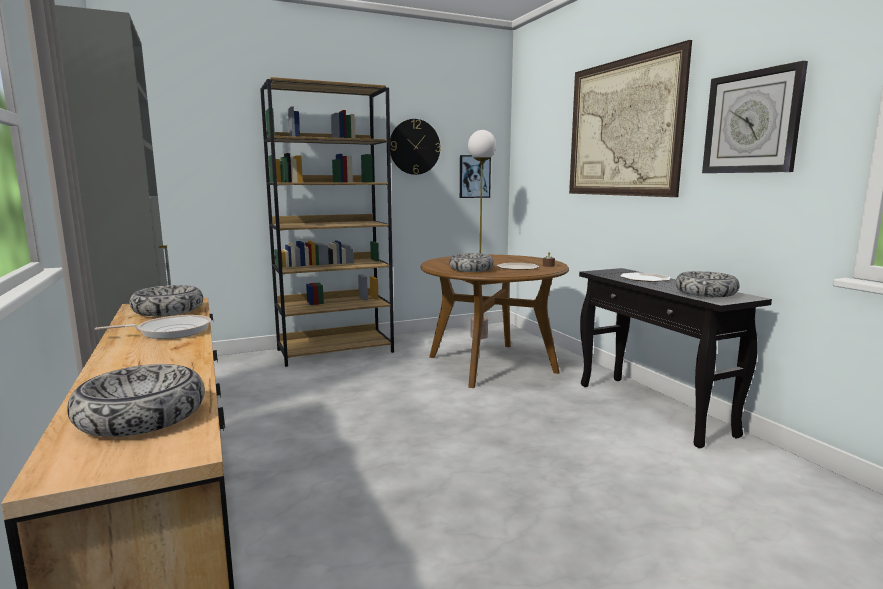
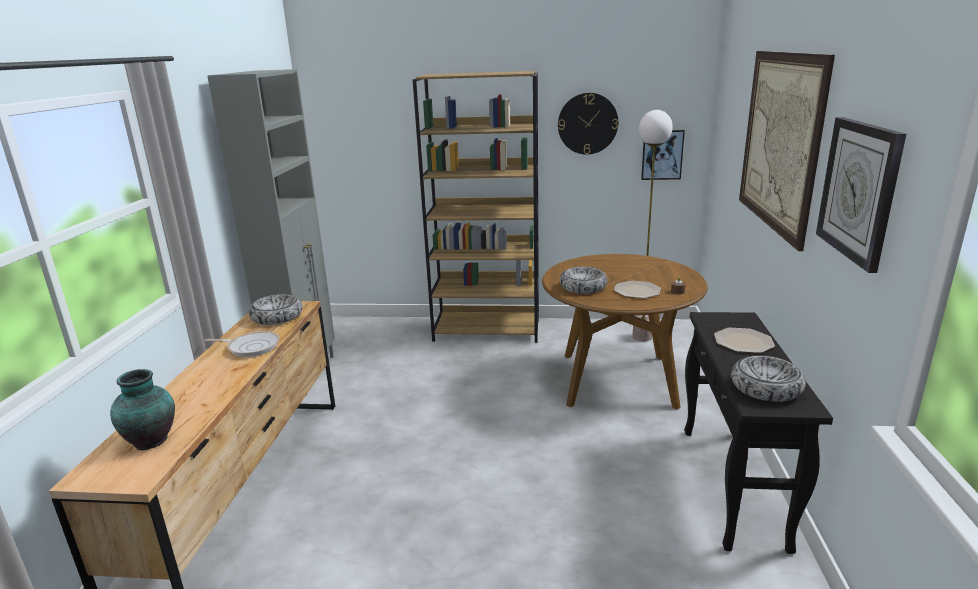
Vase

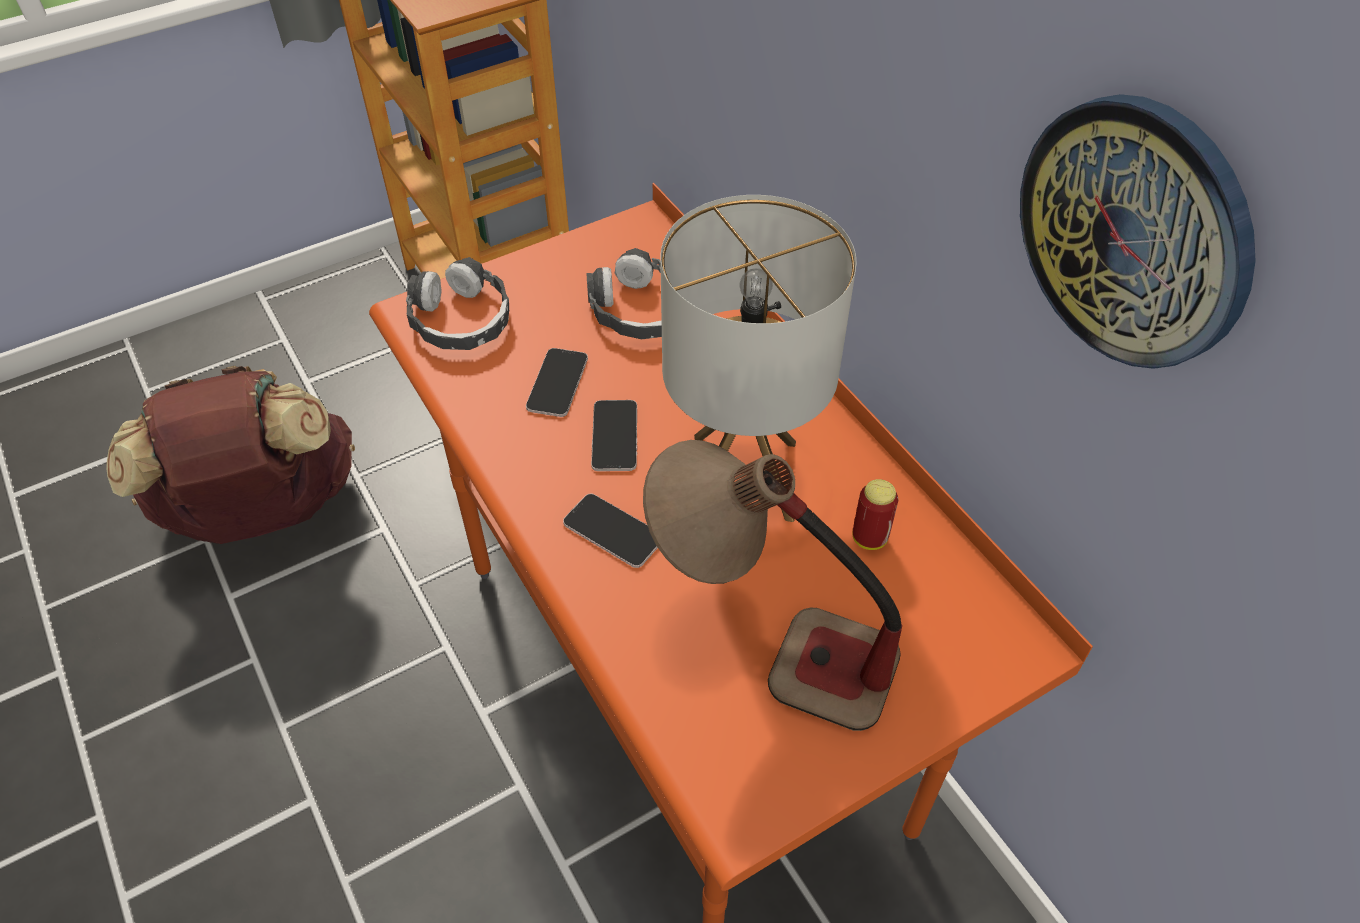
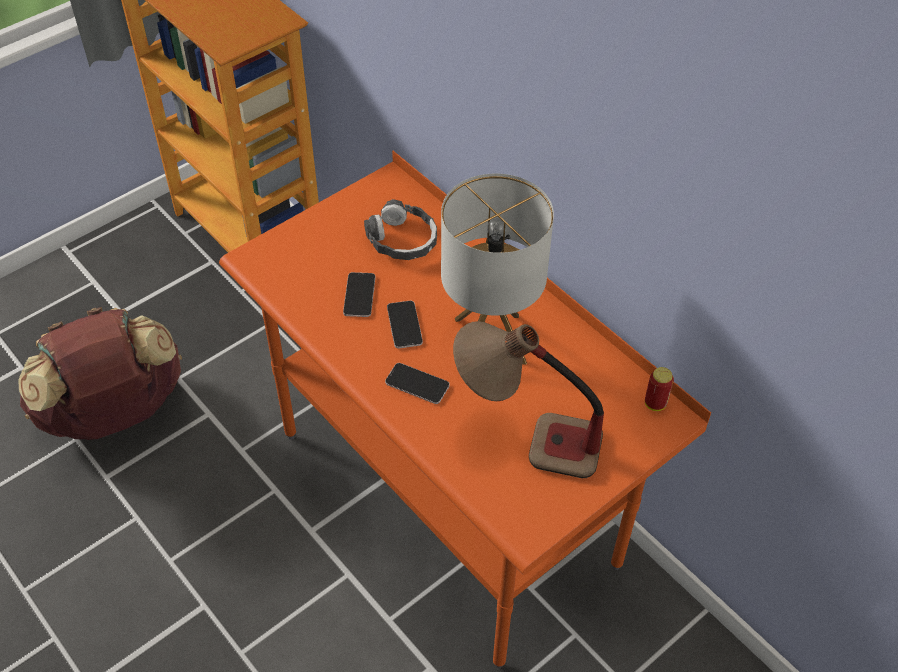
WallClock
Headphones (1st from left in the first image)
Can

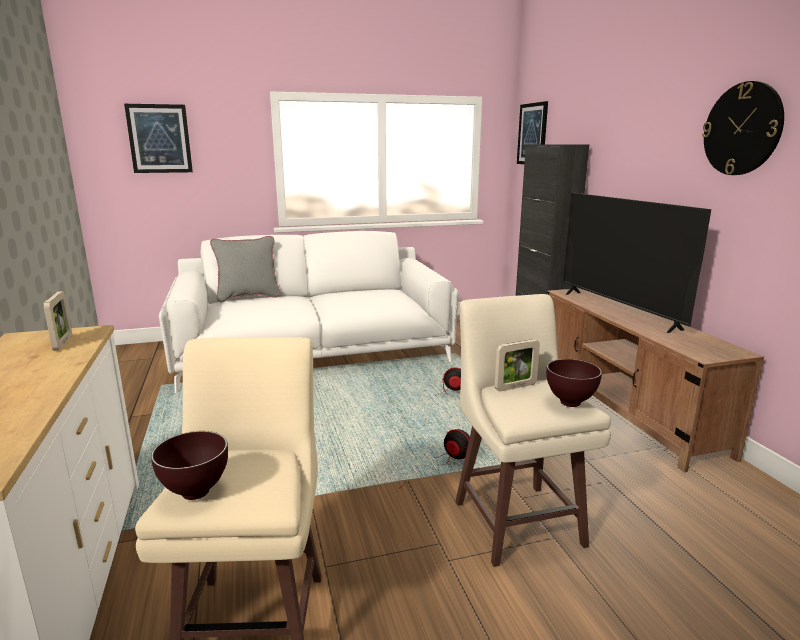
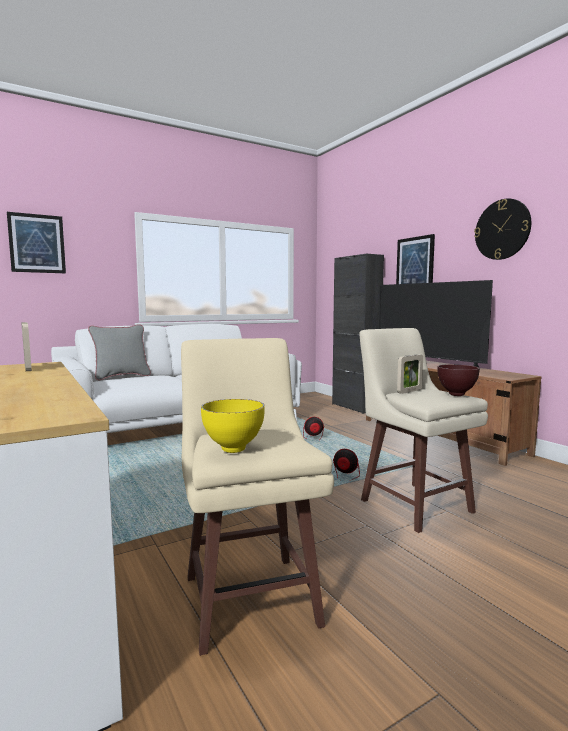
Picture (2nd from left)
YellowBowl

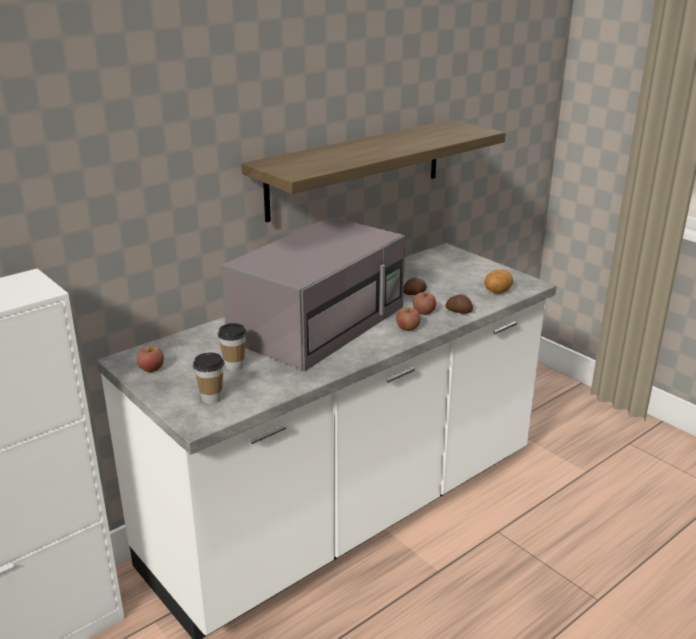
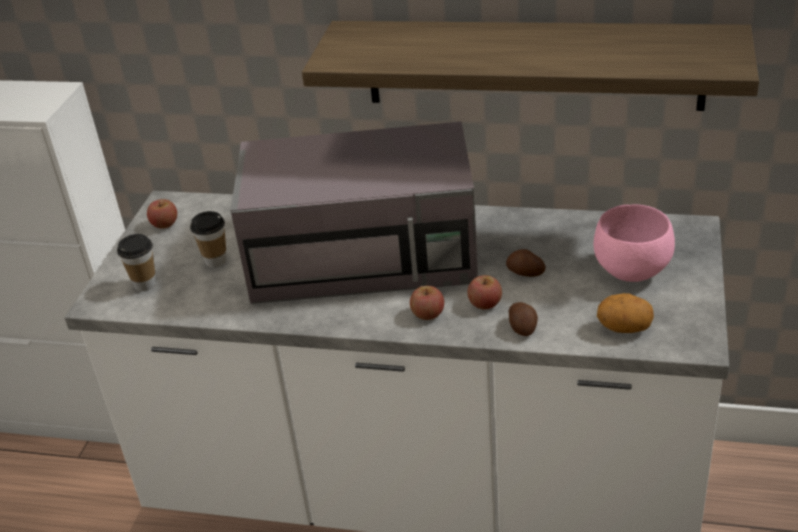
PinkBowl

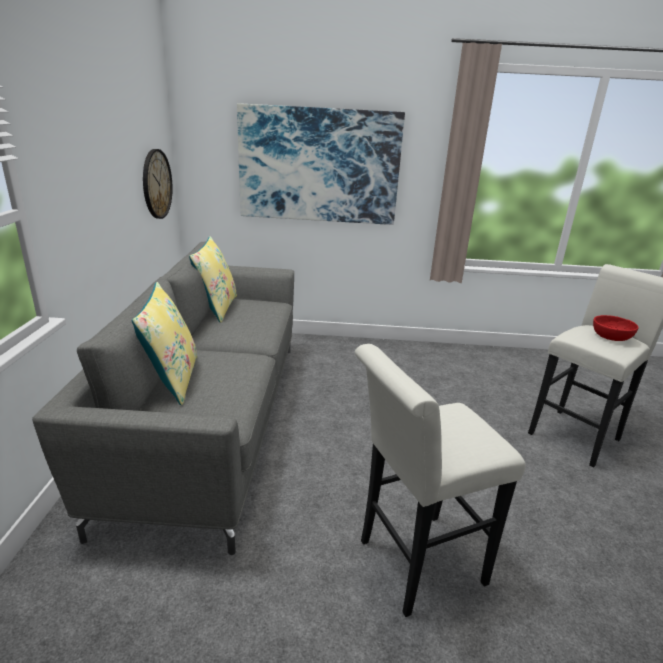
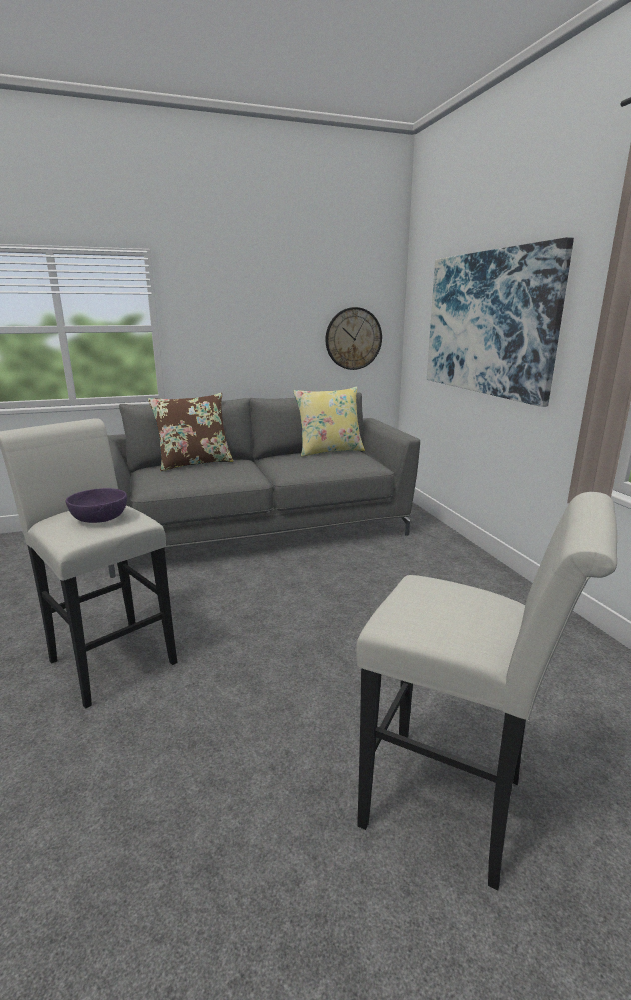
BrownPillow
RedBowl
PurpleBowl

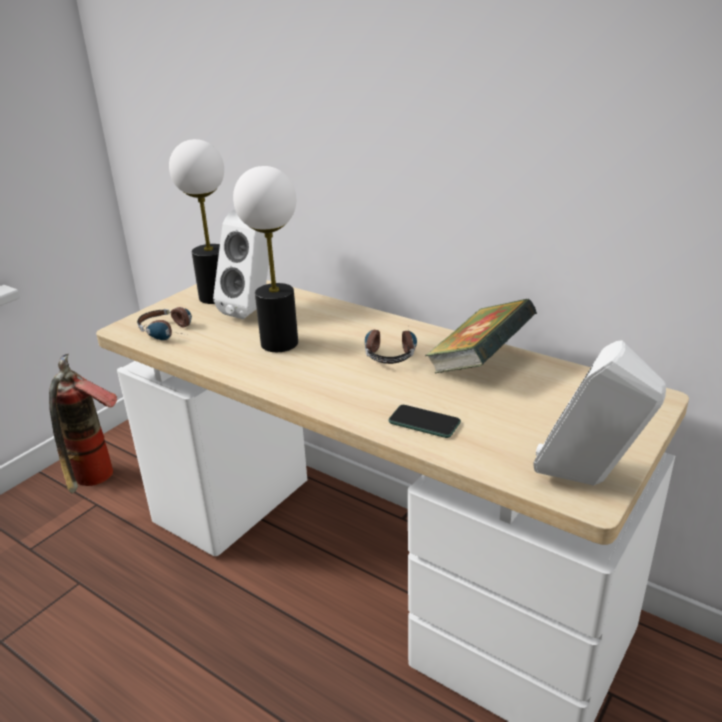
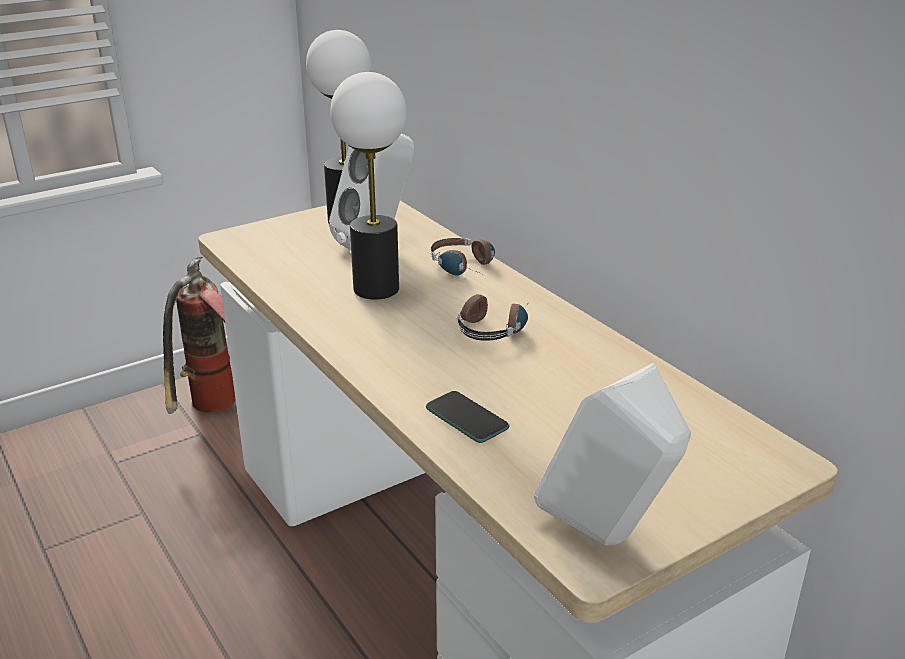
Book
Headphones (1st from left)

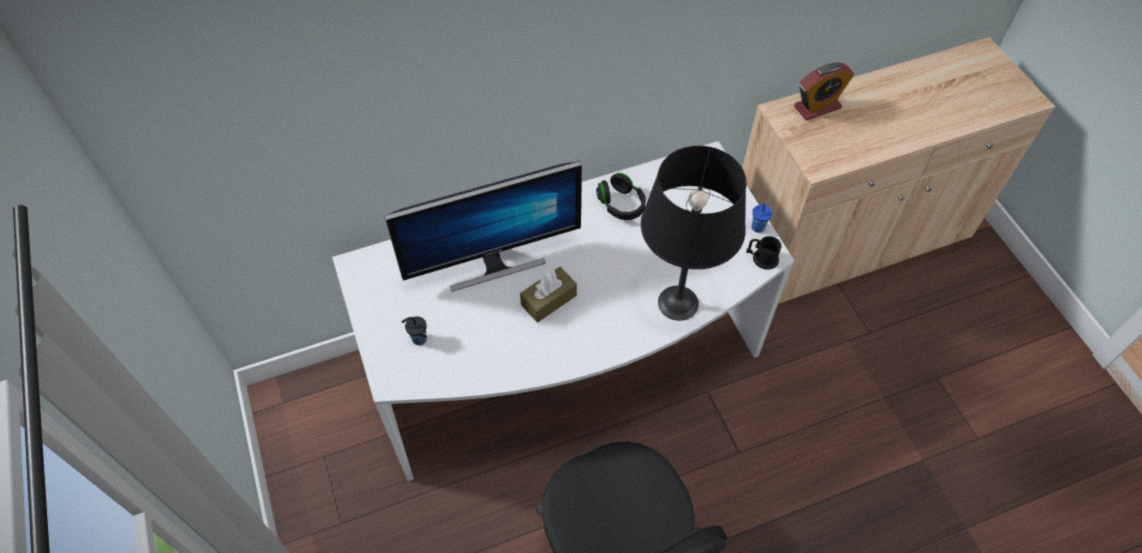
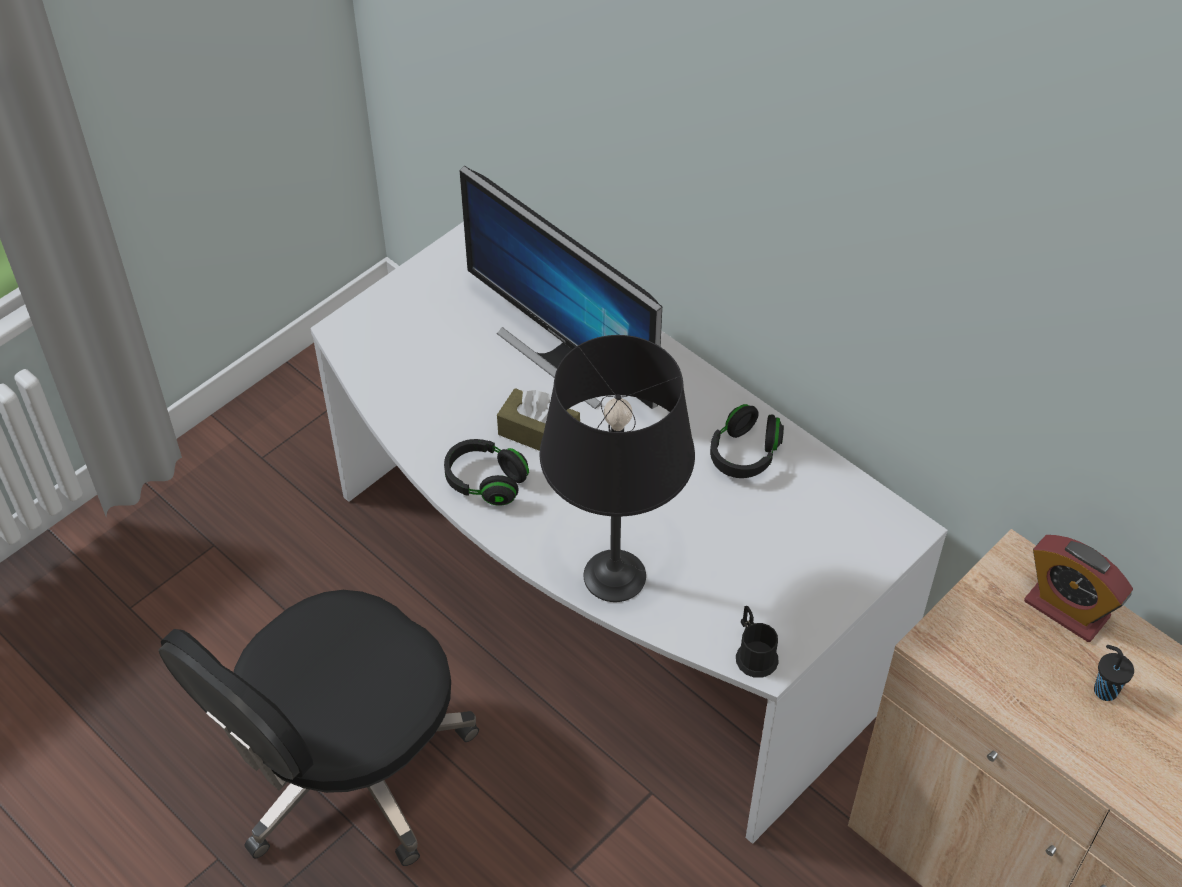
BlueCup
BlackCup
BlackHeadphones (1st from left)

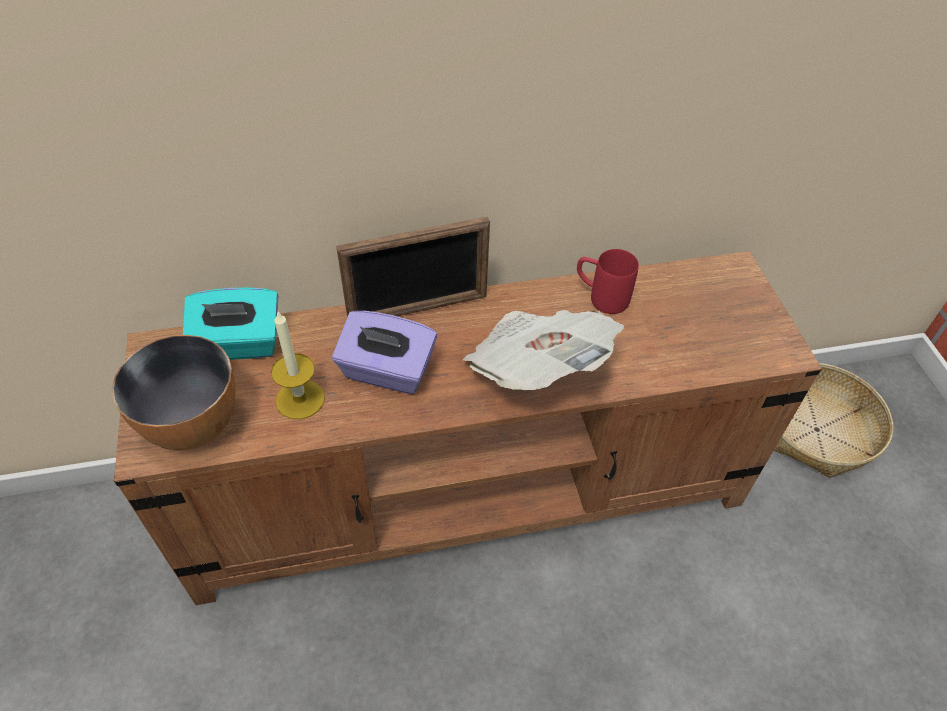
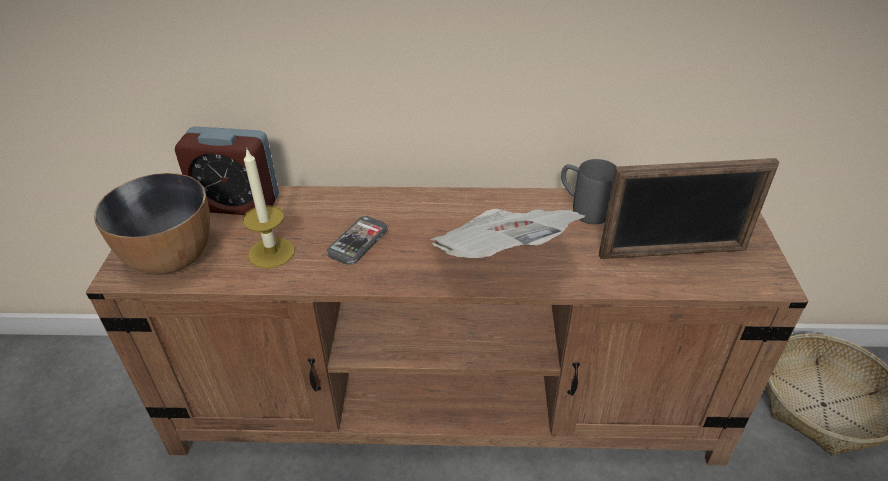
PictureFrame
GreyMug
AlarmClock
Phone

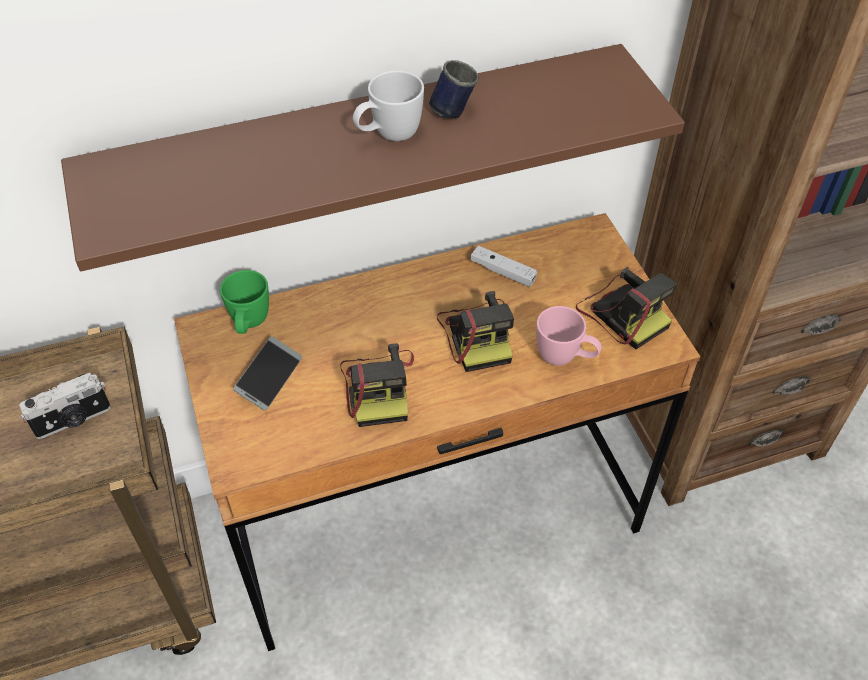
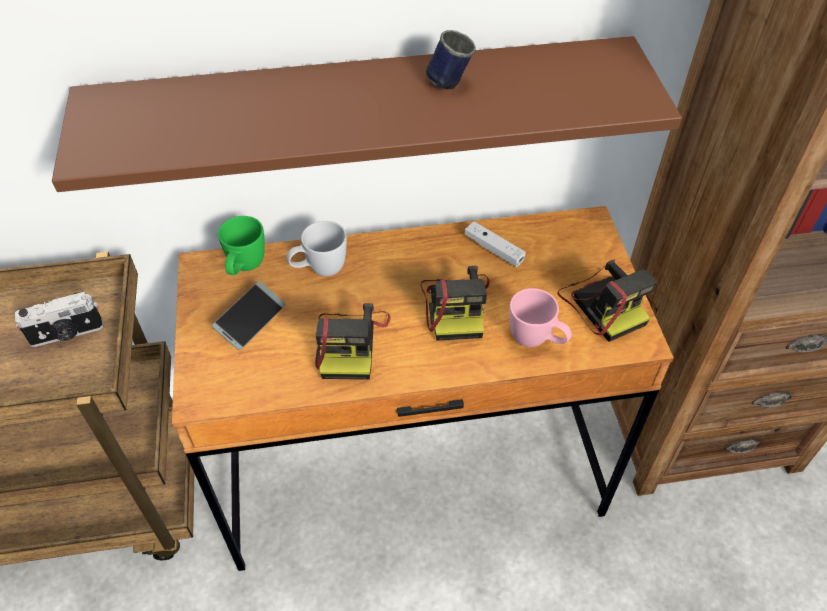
WhiteMug

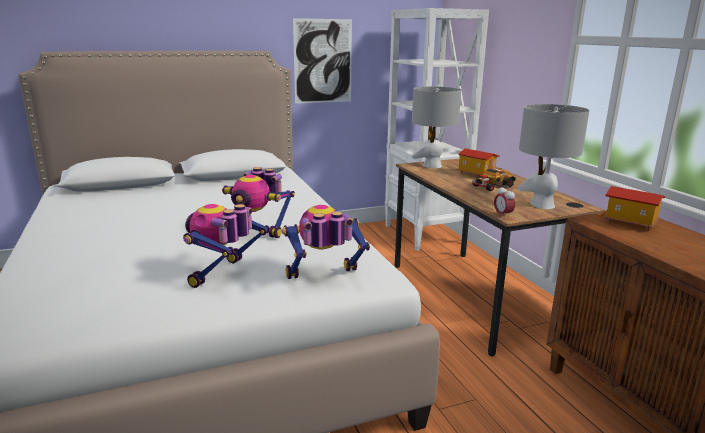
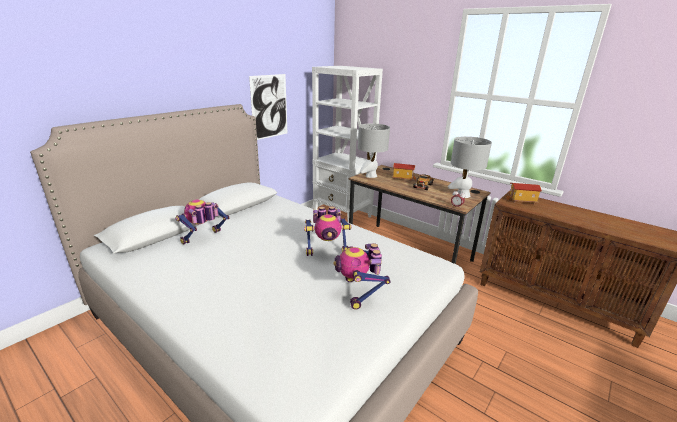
ToyRobot (1st from left)

